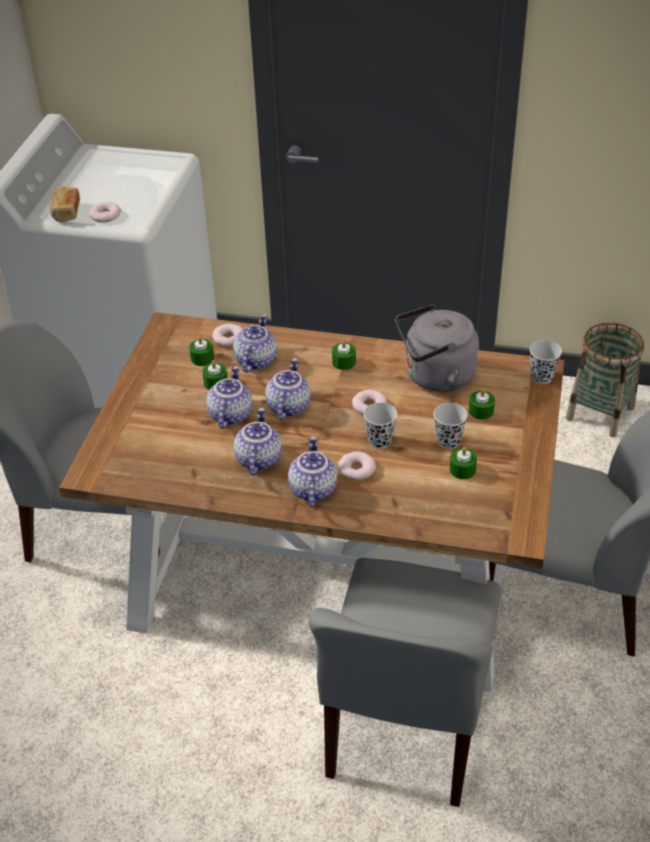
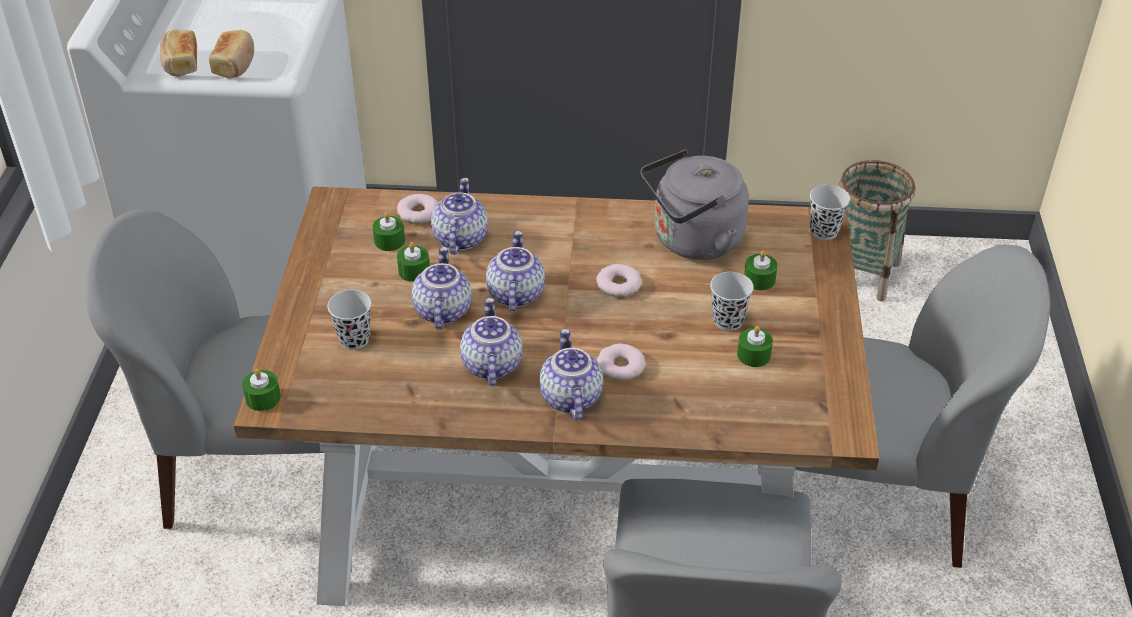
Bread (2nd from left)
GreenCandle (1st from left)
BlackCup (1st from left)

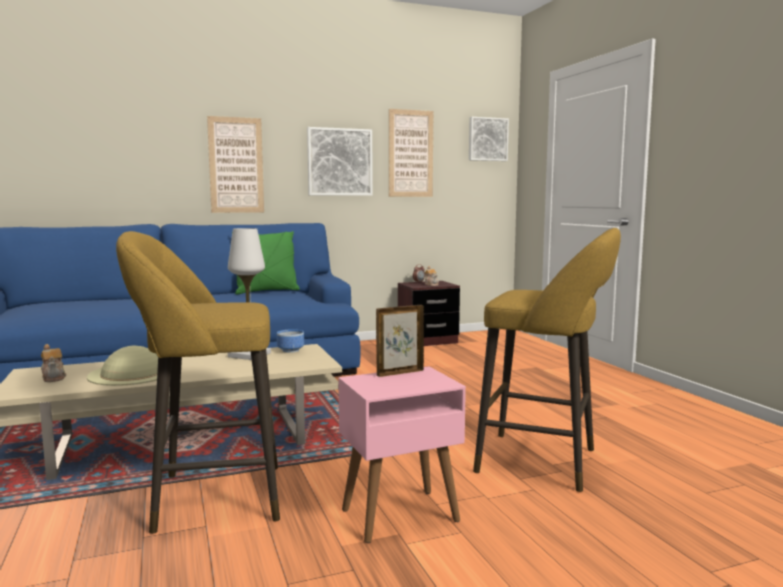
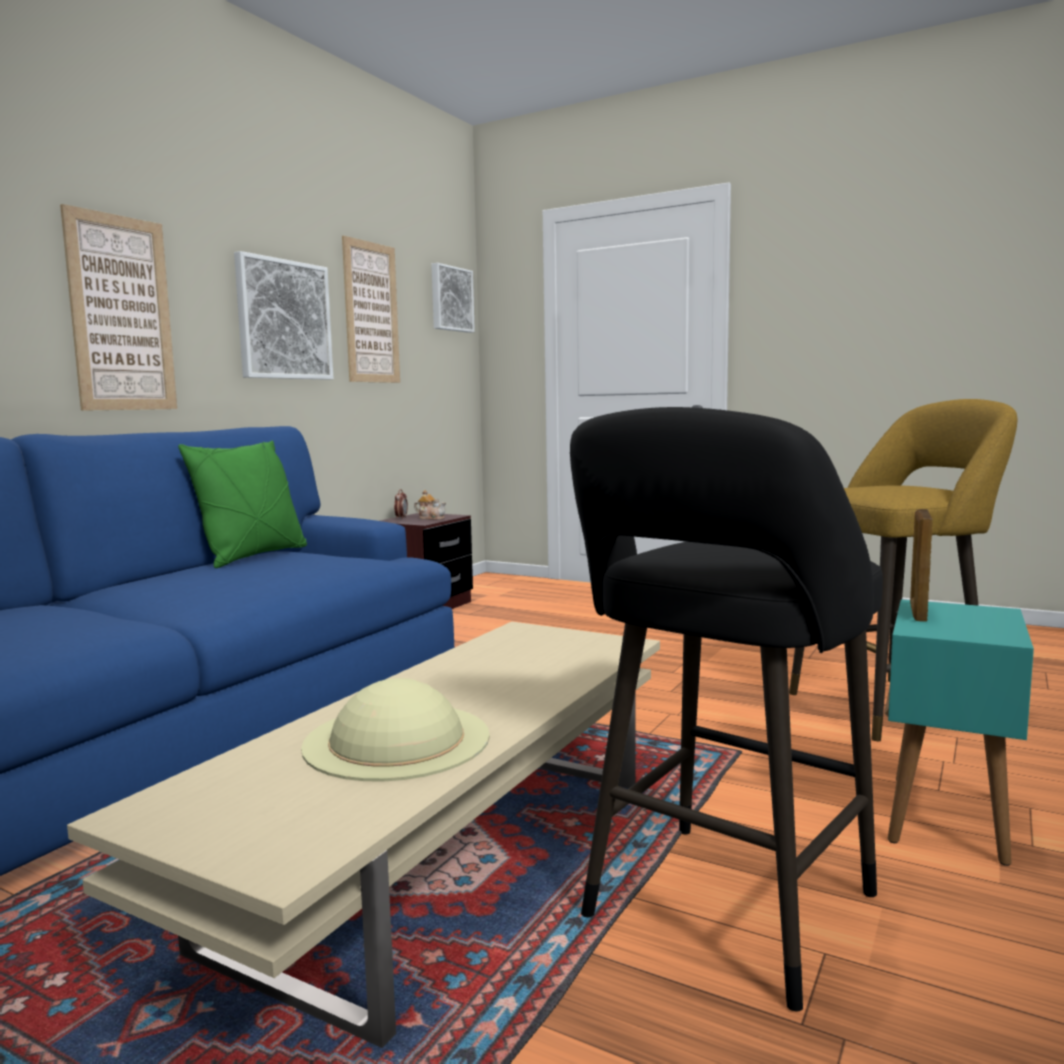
WhiteTableLamp
BlackStool
Bowl
Teapot (1st from left in the first image)
TurquoiseSideTable

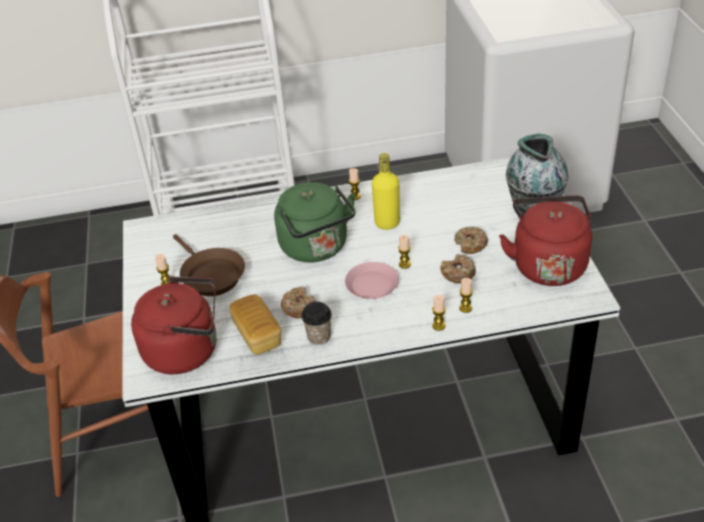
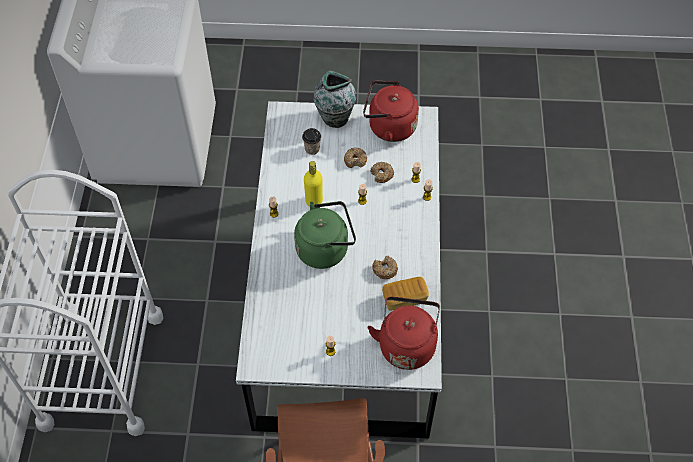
BrownFryingPan
PinkPlate
Cup

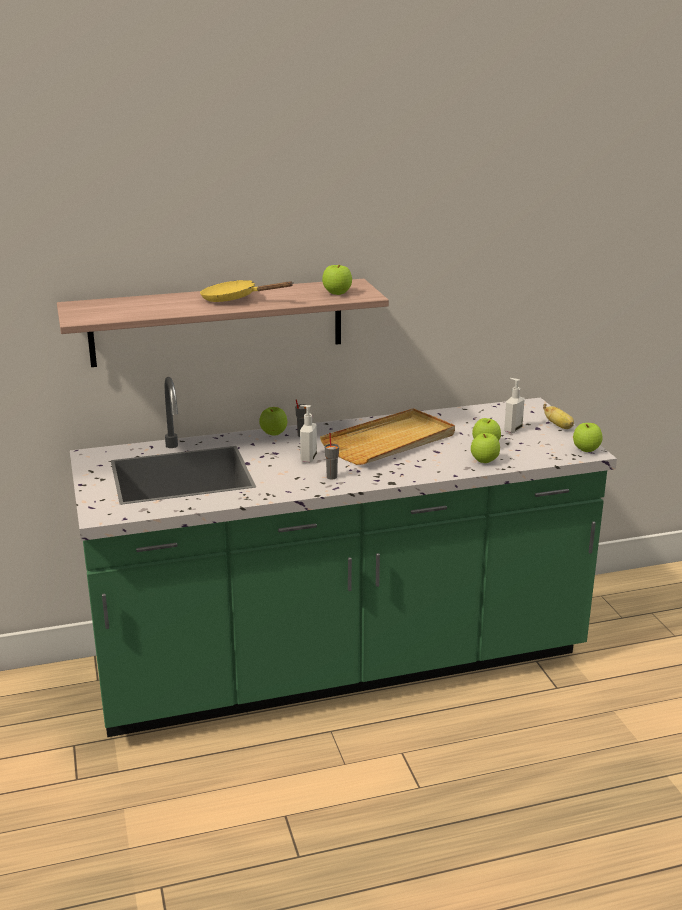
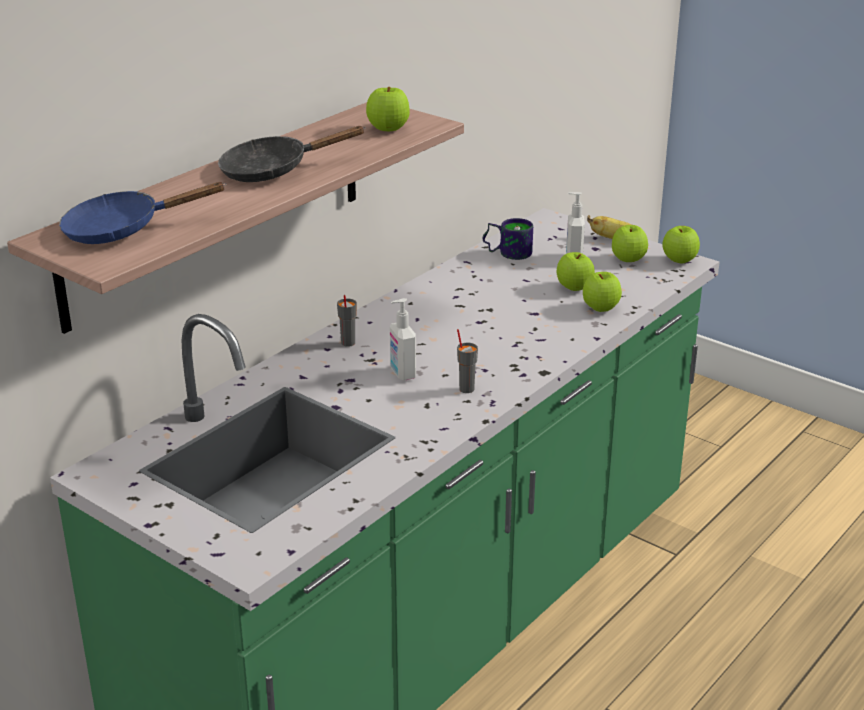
BlackFryingPan
Apple (4th from left)
BeigeTray
BlueFryingPan
Mug

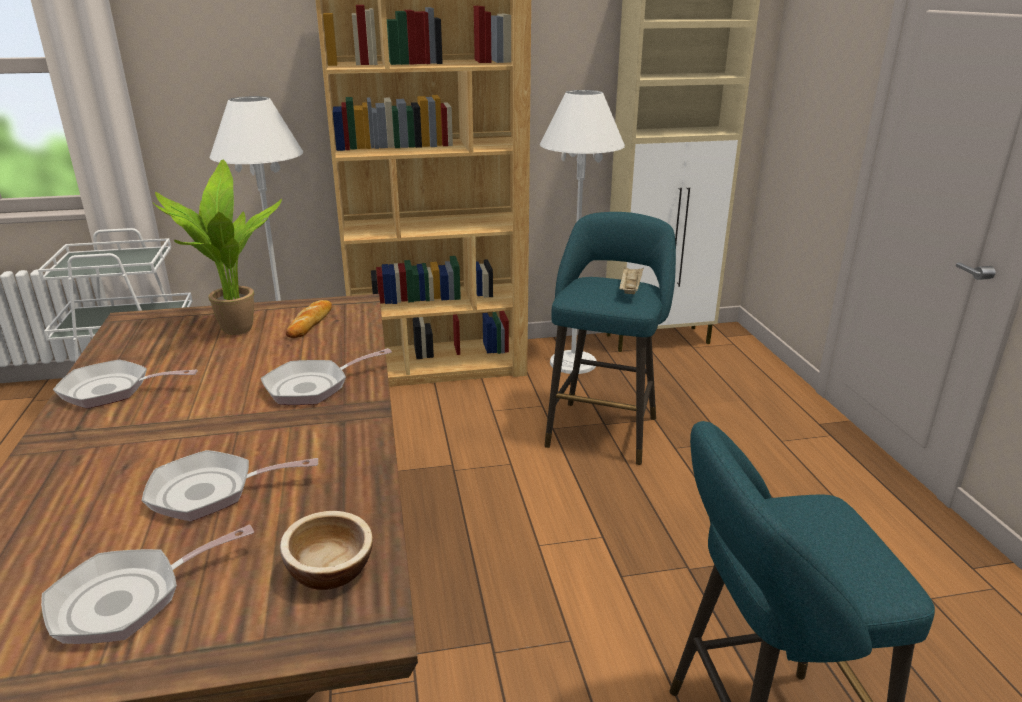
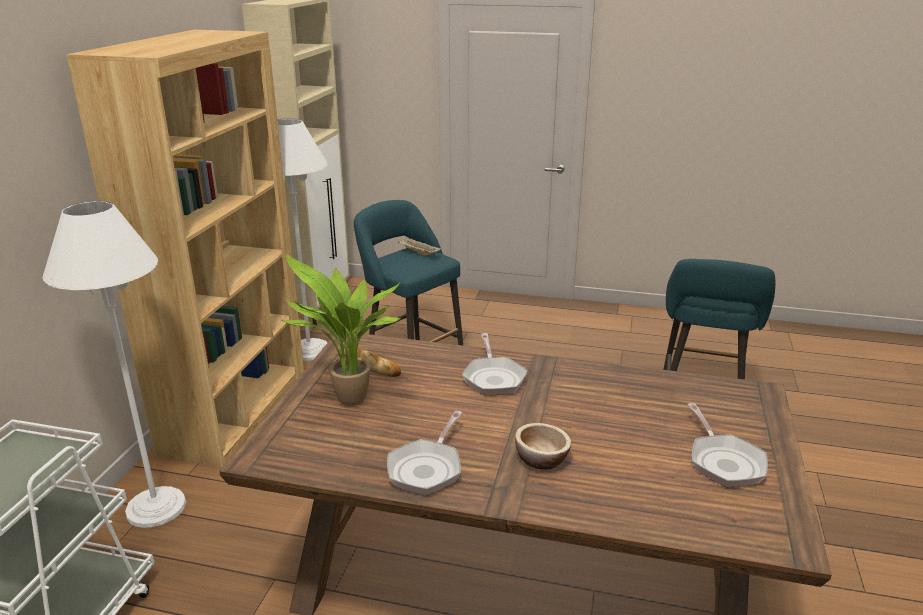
FryingPan (3rd from left in the first image)
Bowl

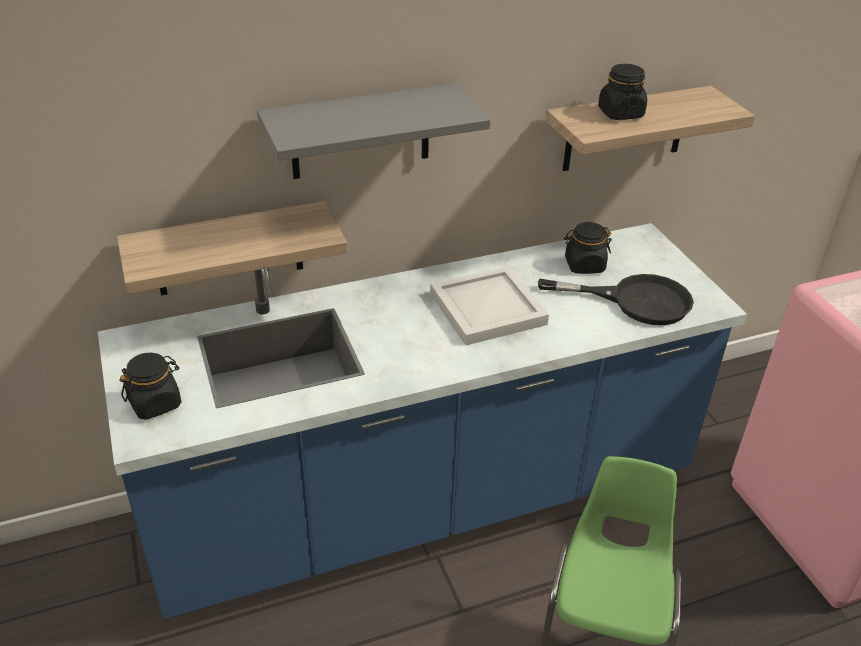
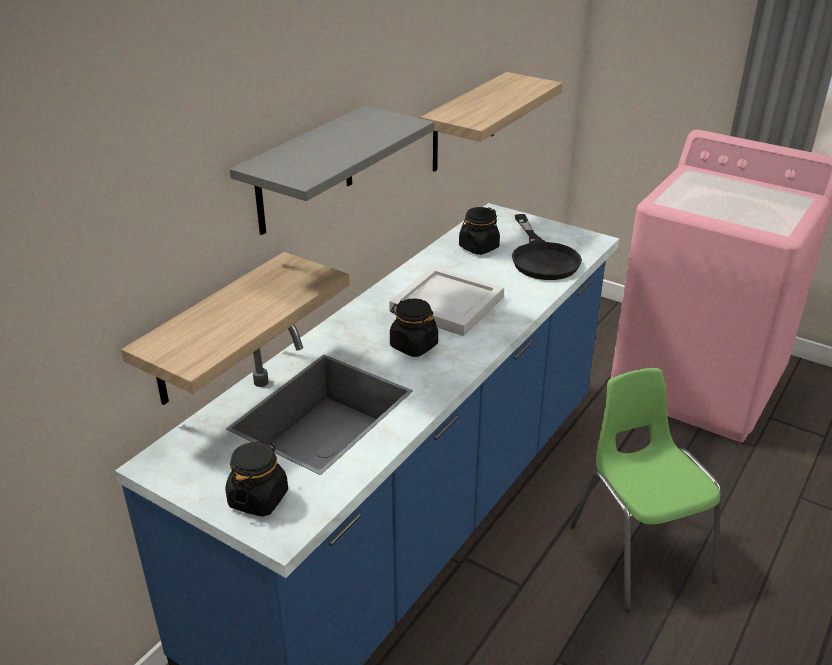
BlackJar (2nd from left)
BlackFryingPan

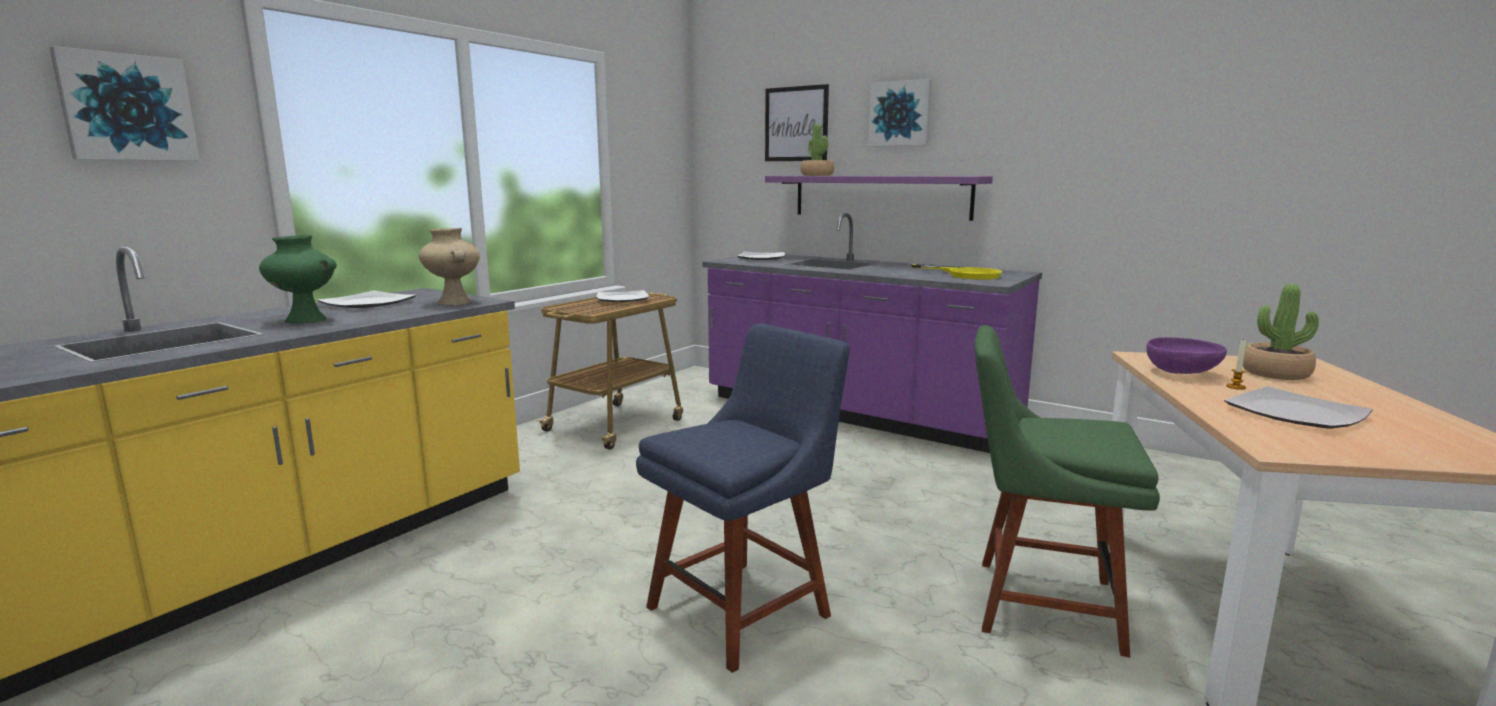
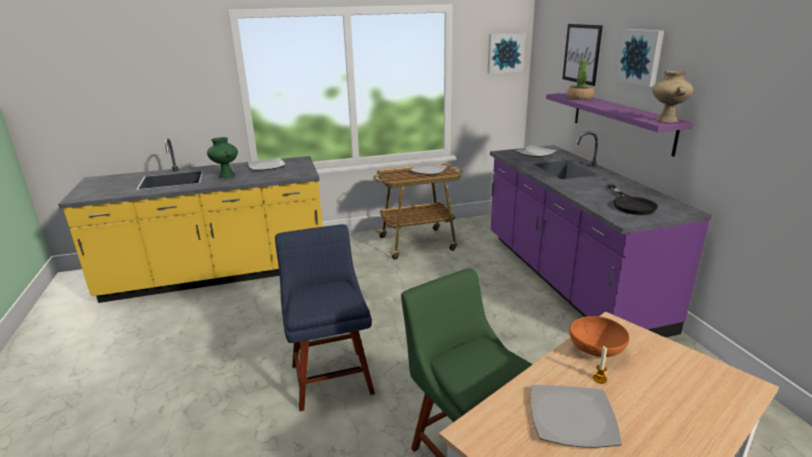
Picture (1st from left)
BeigeVase
BlackFryingPan
PottedPlant (2nd from left in the first image)
BlueChair
OrangeBowl

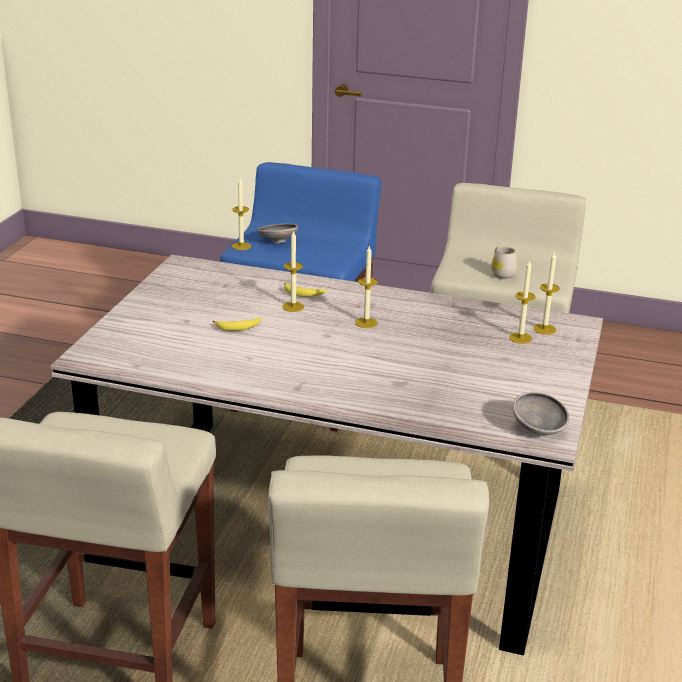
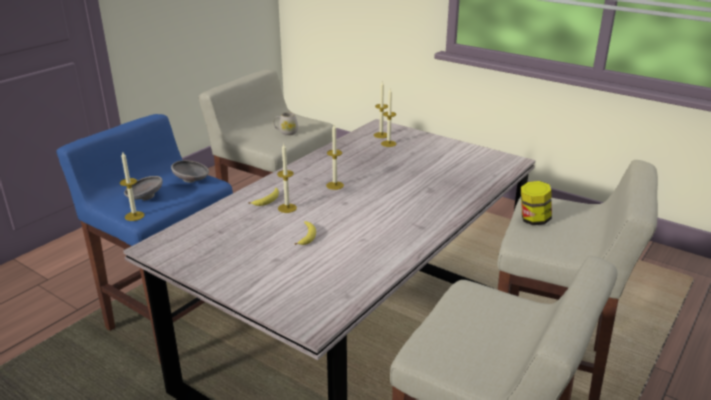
GreyBowl (2nd from left)
Jar

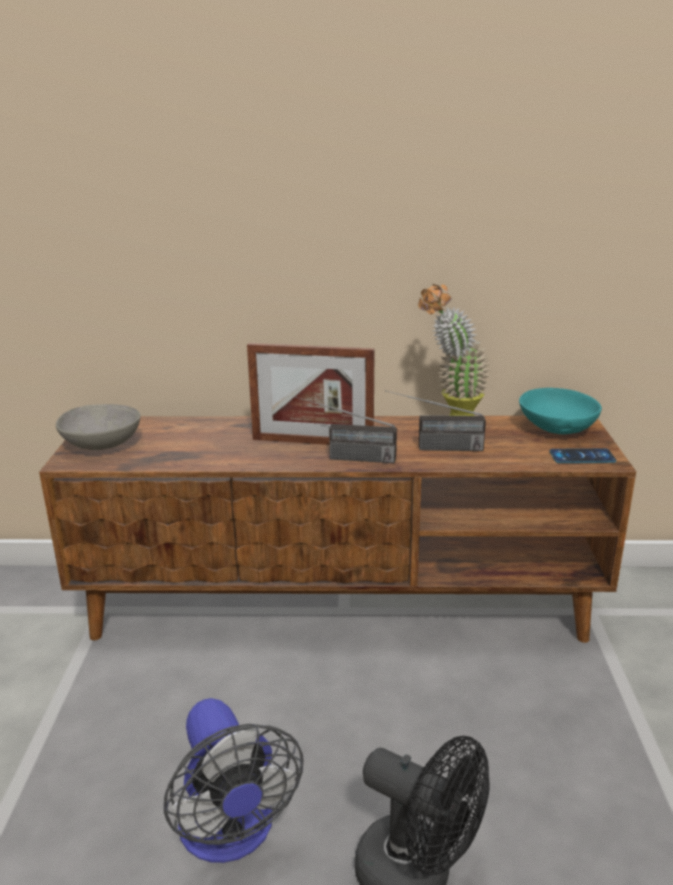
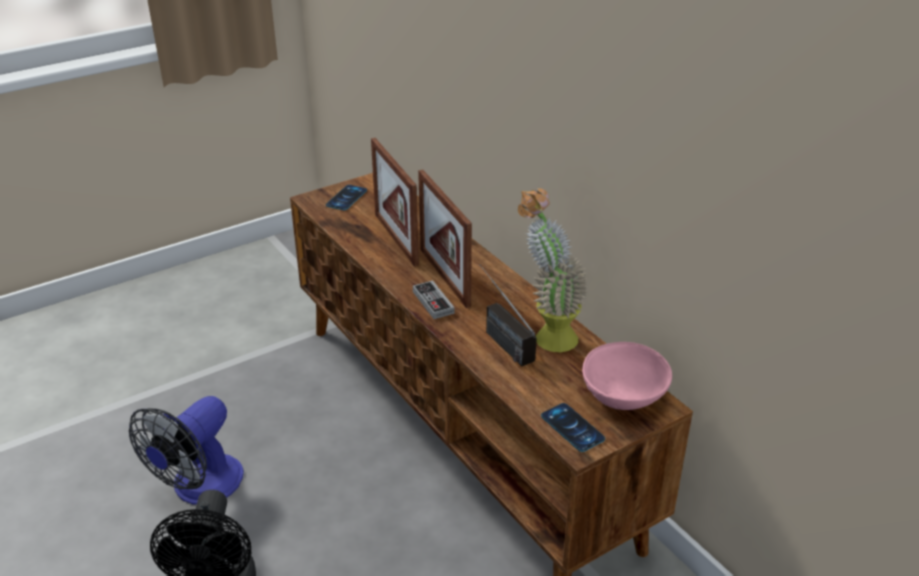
PinkBowl
GameController
Phone (1st from left)
PictureFrame (1st from left)

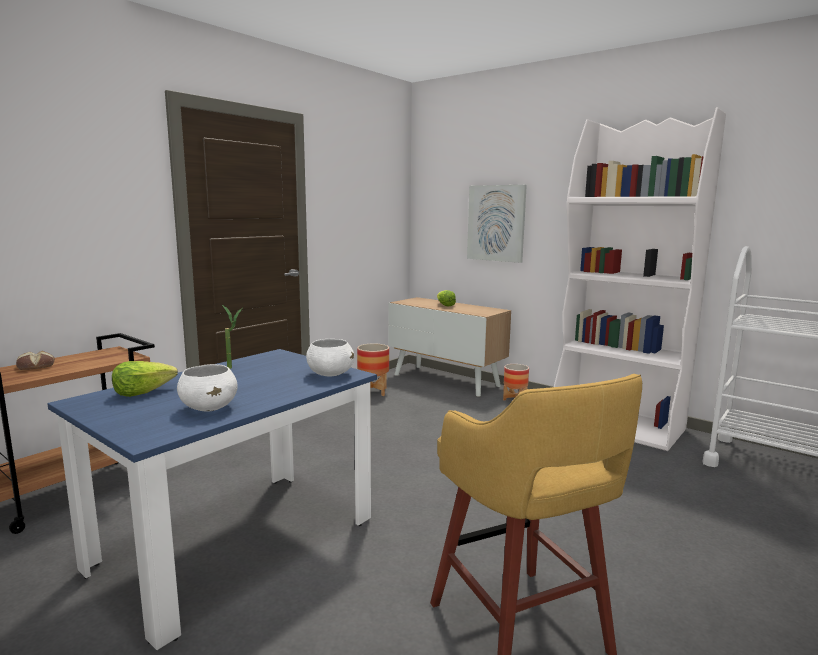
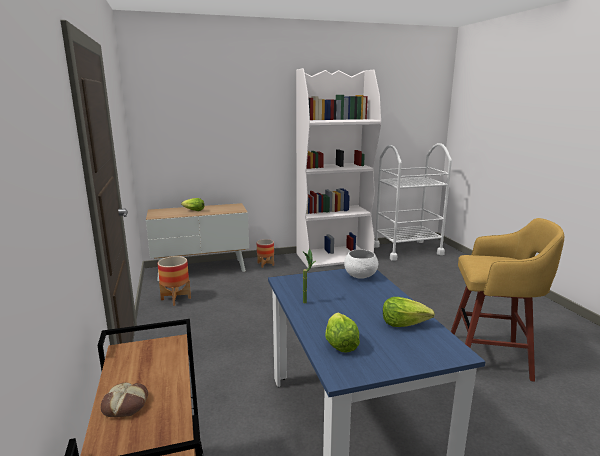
Picture
Lettuce (3rd from left)

